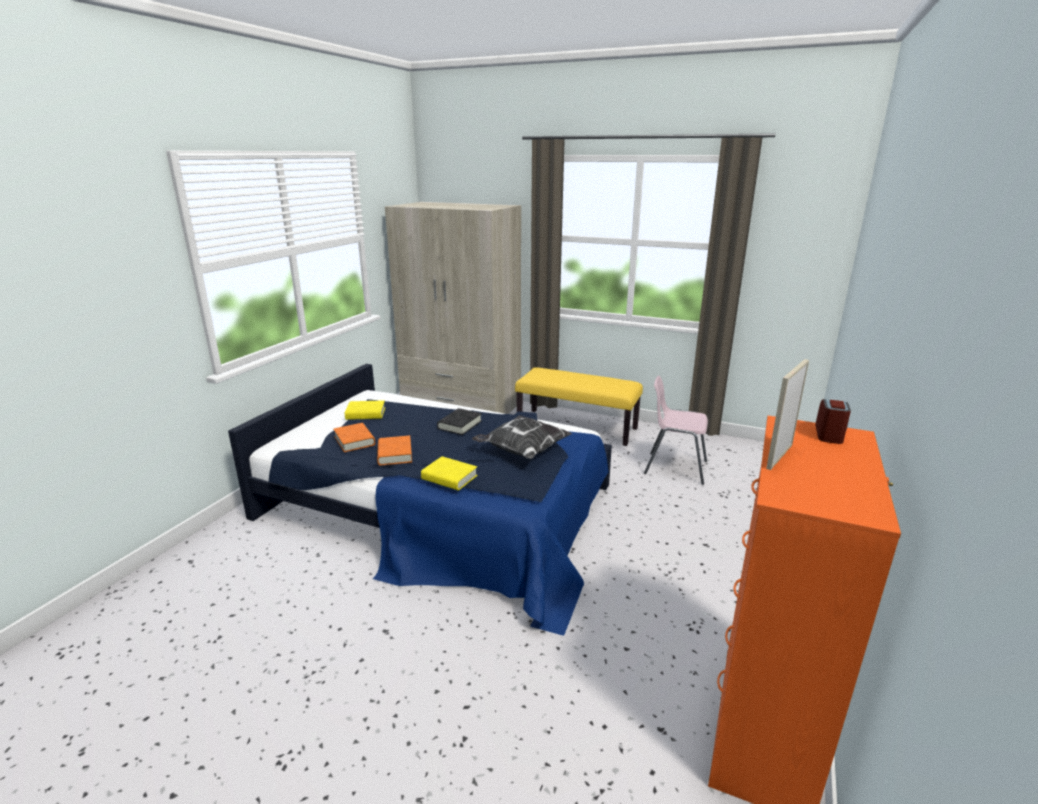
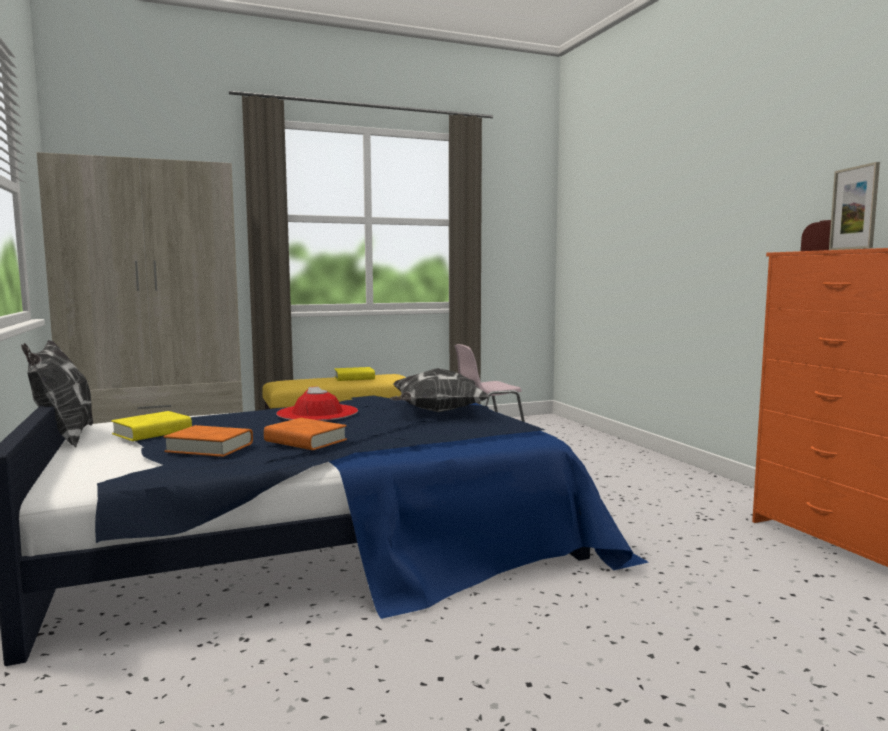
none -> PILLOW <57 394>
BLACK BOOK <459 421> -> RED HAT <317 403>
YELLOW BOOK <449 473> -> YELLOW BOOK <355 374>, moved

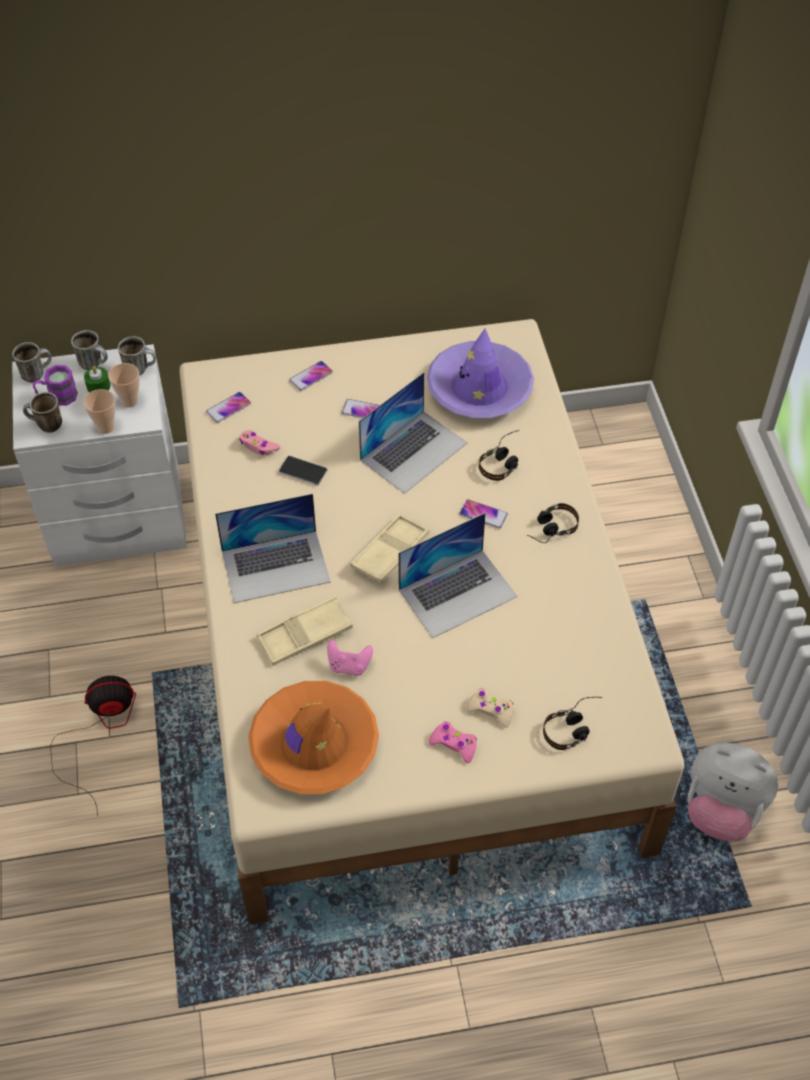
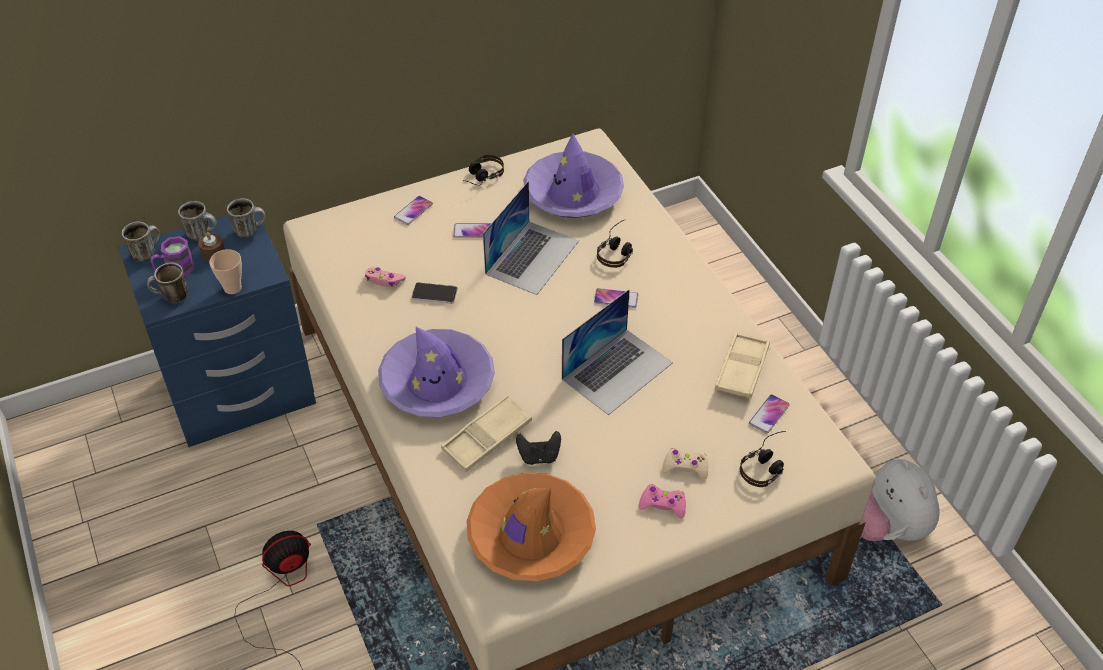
WHITE NIGHTSTAND <99 455> -> BLUE NIGHTSTAND <217 329>
GREEN CANDLE <97 379> -> BROWN CANDLE <211 246>
LAPTOP <273 548> -> PURPLE HAT <436 372>
HEADPHONES <553 523> -> HEADPHONES <483 170>, moved
PINK GAME CONTROLLER <350 658> -> BLACK GAME CONTROLLER <538 448>
BEIGE TRAY <390 548> -> BEIGE TRAY <742 365>, moved
PHONE <228 407> -> PHONE <769 414>, moved
PLUSH TOY <733 792> -> PLUSH TOY <900 500>, 60 degrees clockwise
CUP <124 385> -> none

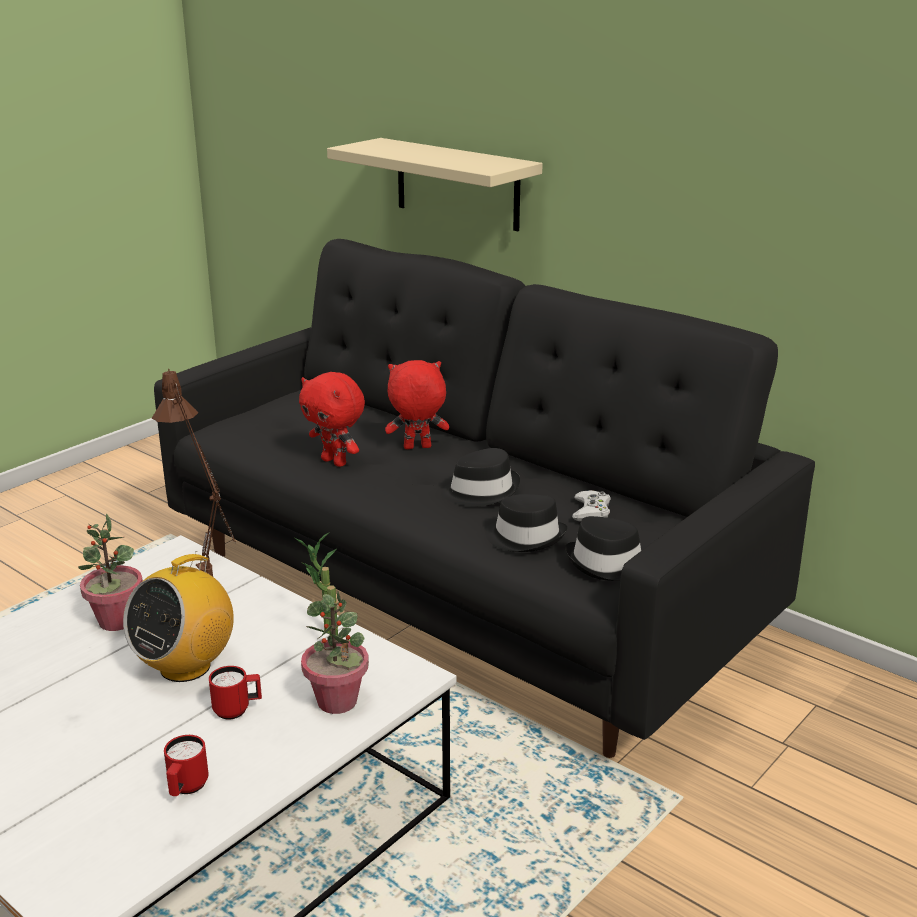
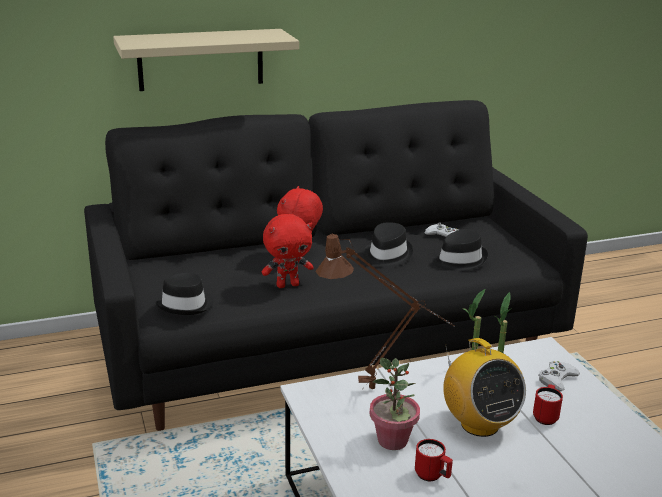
BLACK HAT <603 548> -> BLACK HAT <184 294>, moved
RED MUG <186 765> -> RED MUG <434 460>, moved
POTTED PLANT <335 653> -> WHITE GAME CONTROLLER <559 376>

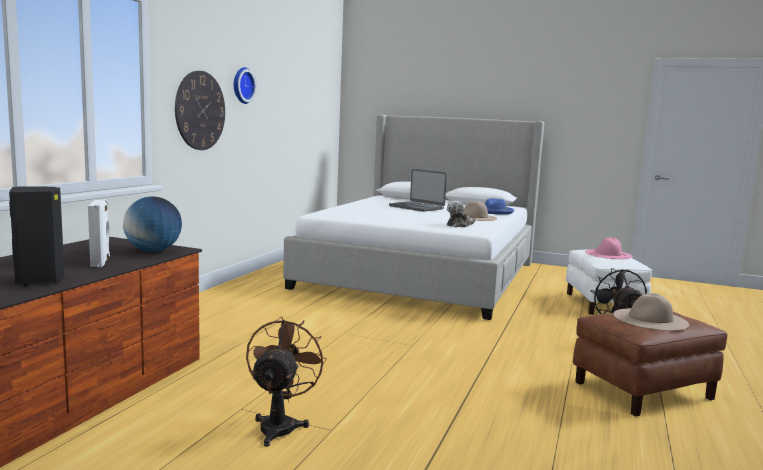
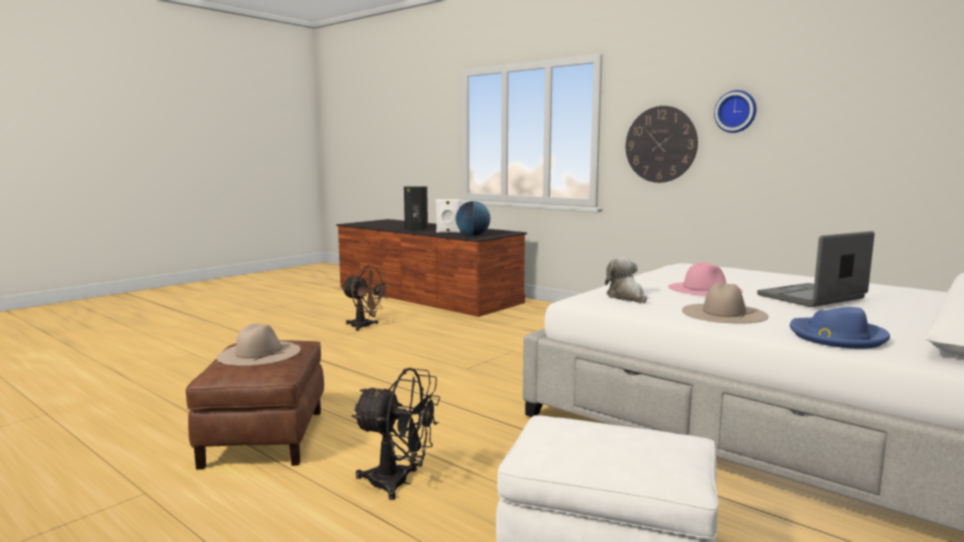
PINK HAT <609 248> -> PINK HAT <705 279>, moved

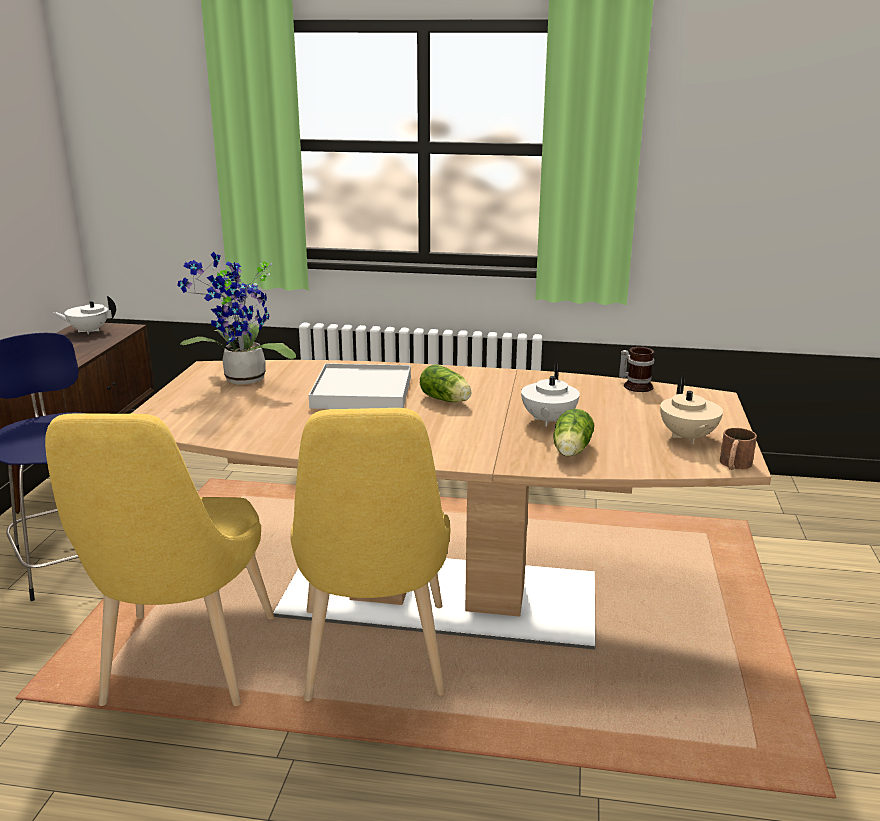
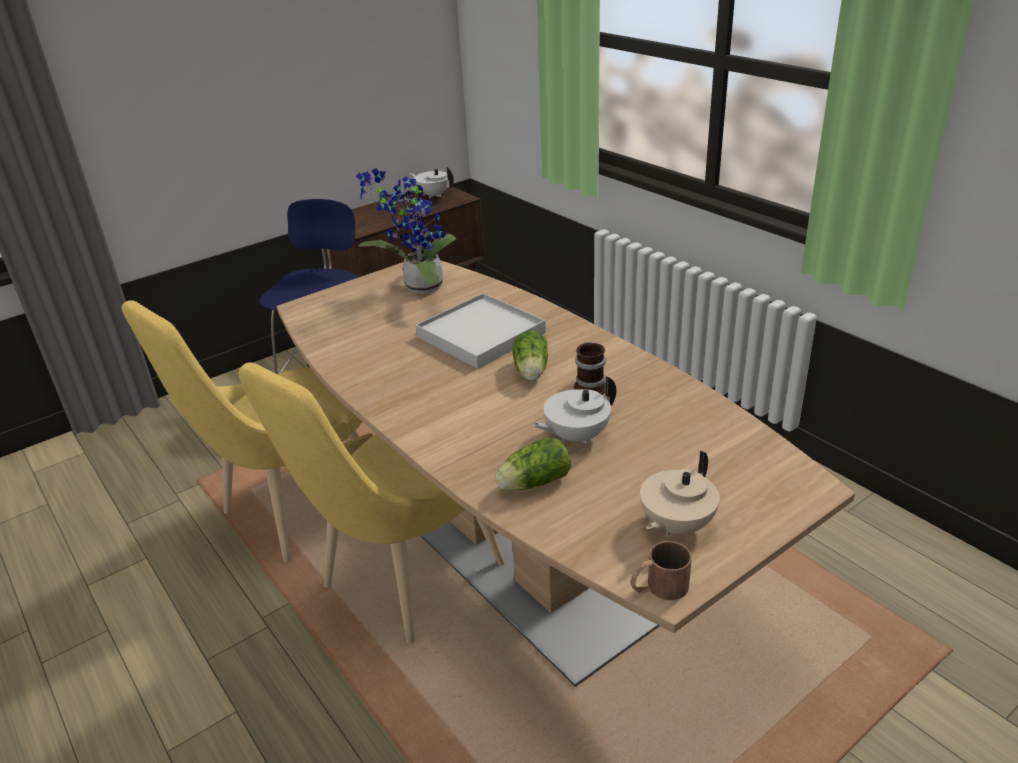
MUG <637 369> -> MUG <590 368>, moved

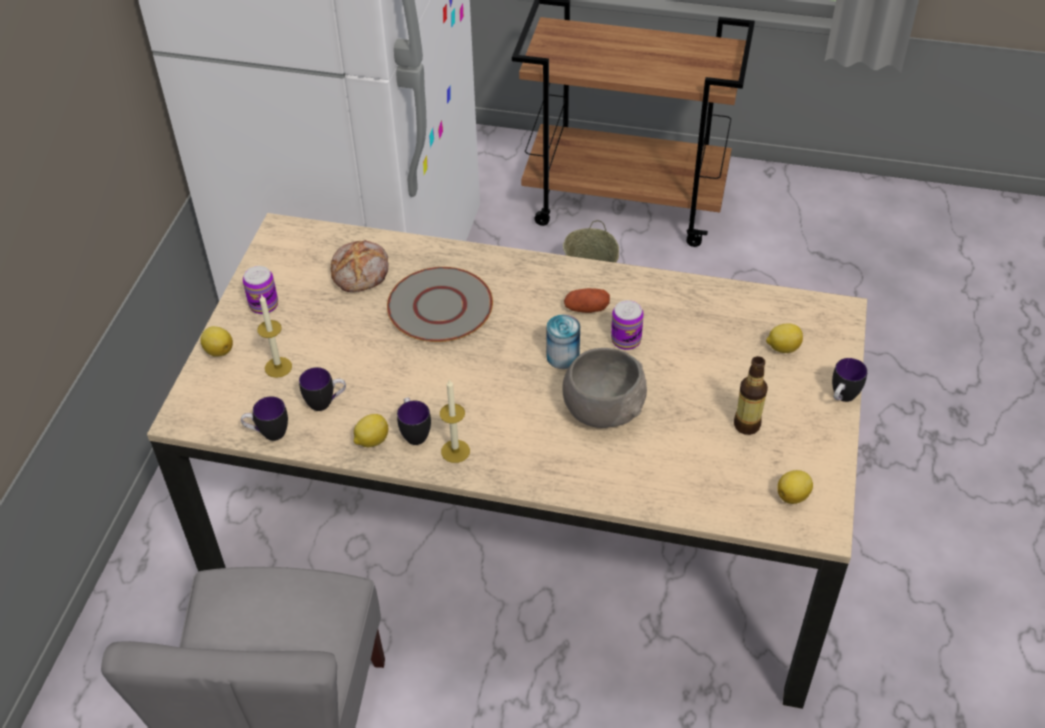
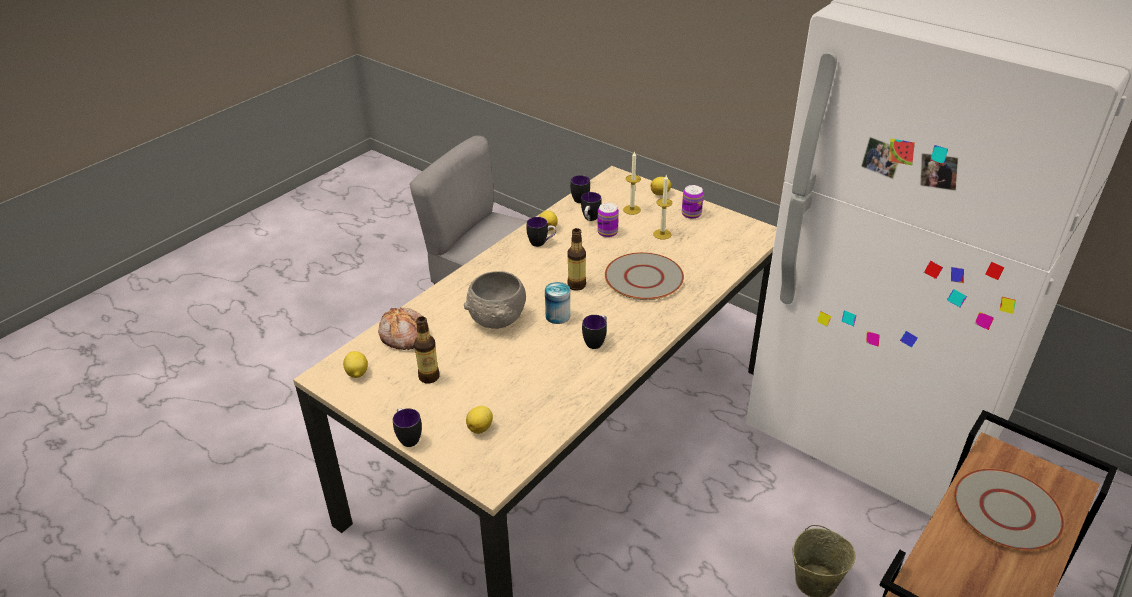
BREAD <360 266> -> BREAD <403 328>, moved
none -> BOTTLE <576 259>
POTATO <587 300> -> MUG <594 332>
CAN <627 325> -> CAN <608 220>, moved
CANDLE <455 421> -> CANDLE <662 207>, moved
none -> GREY PLATE <1009 510>

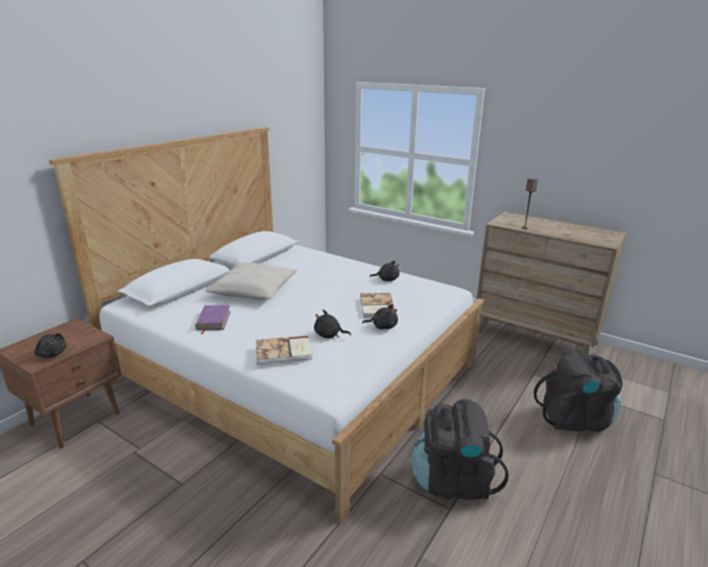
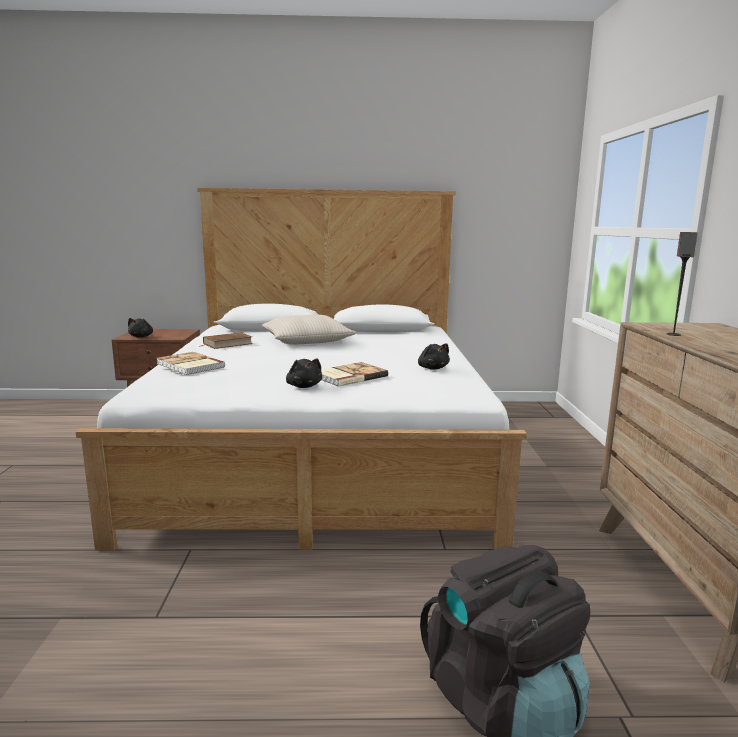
PURPLE BOOK <213 319> -> BROWN BOOK <227 340>
BLACK PLUSH TOY <332 324> -> none
BLACK BACKPACK <459 449> -> none

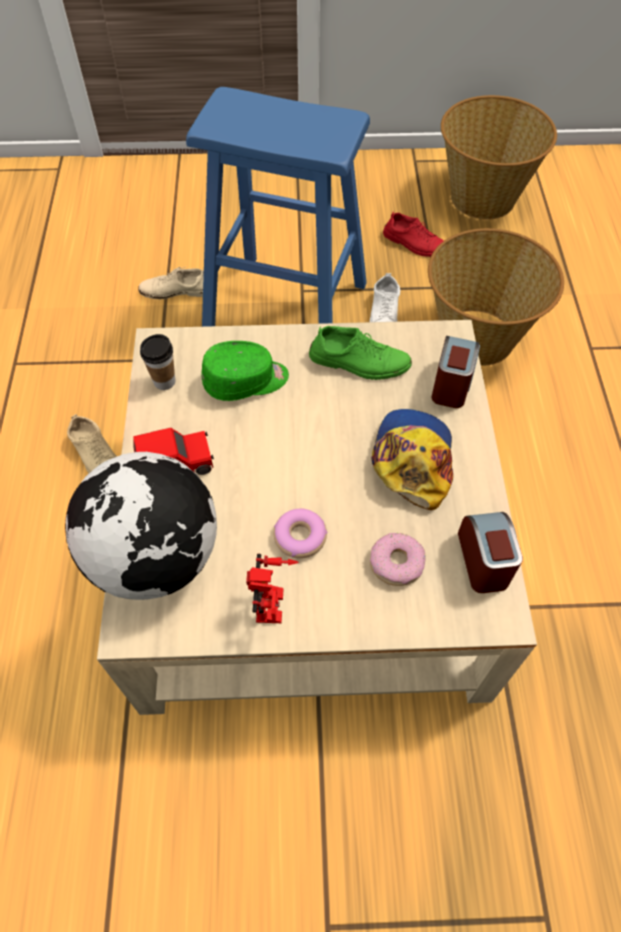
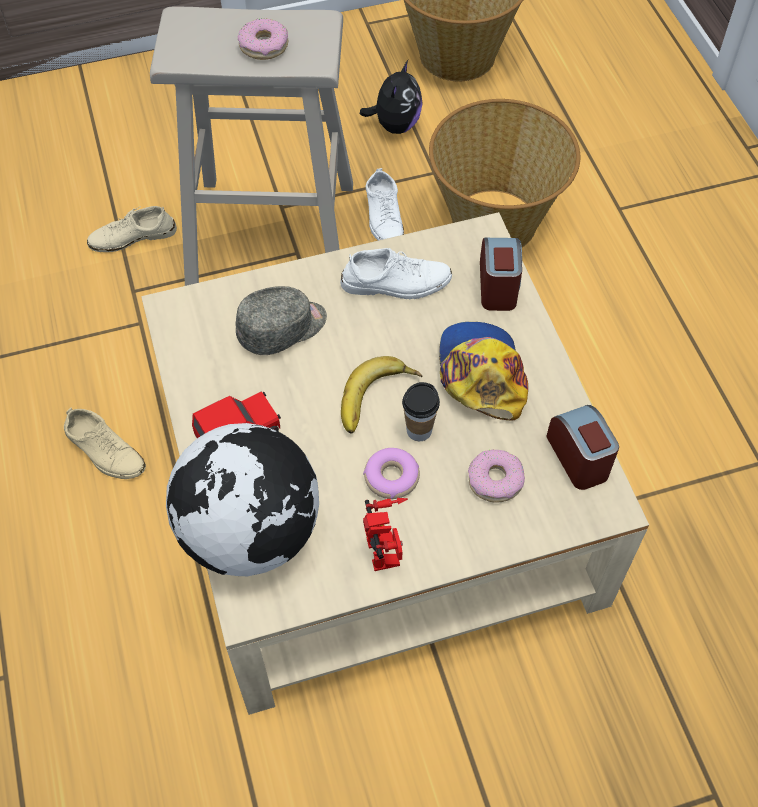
BLUE STOOL <278 207> -> BEIGE STOOL <251 146>
GREEN CAP <245 371> -> GREY CAP <281 320>
none -> DONUT <263 39>
GREEN SHOE <360 353> -> WHITE SHOE <396 273>
none -> BANANA <381 395>
RED SHOE <413 234> -> PLUSH TOY <391 97>
CUP <157 362> -> CUP <421 411>, moved

